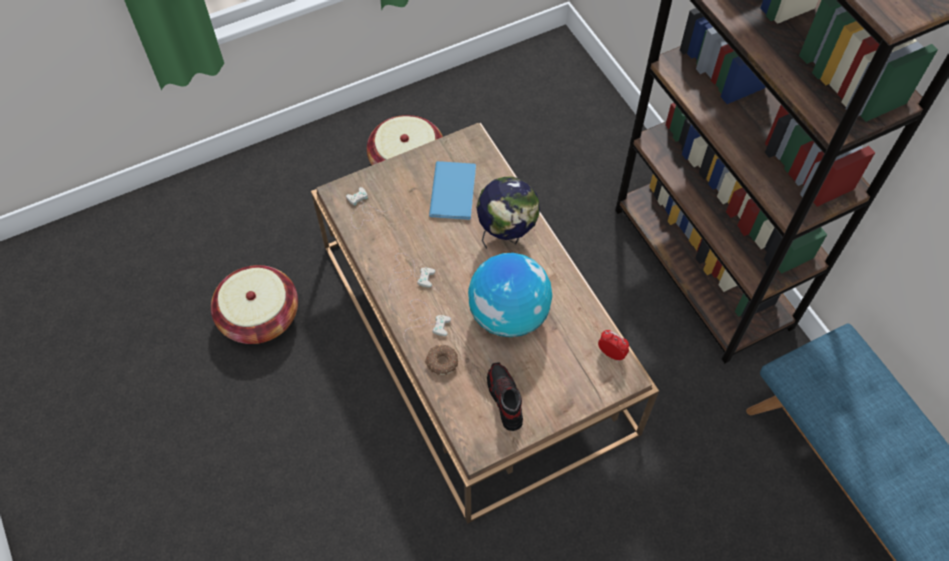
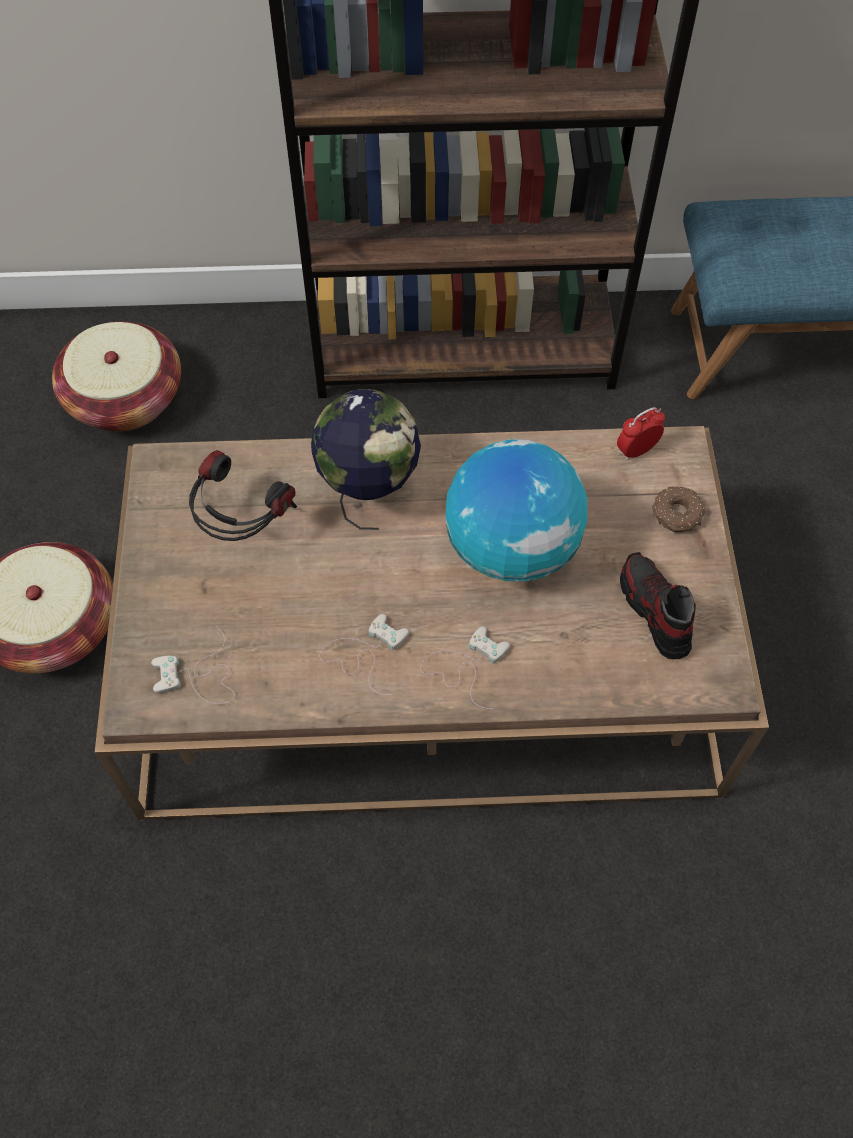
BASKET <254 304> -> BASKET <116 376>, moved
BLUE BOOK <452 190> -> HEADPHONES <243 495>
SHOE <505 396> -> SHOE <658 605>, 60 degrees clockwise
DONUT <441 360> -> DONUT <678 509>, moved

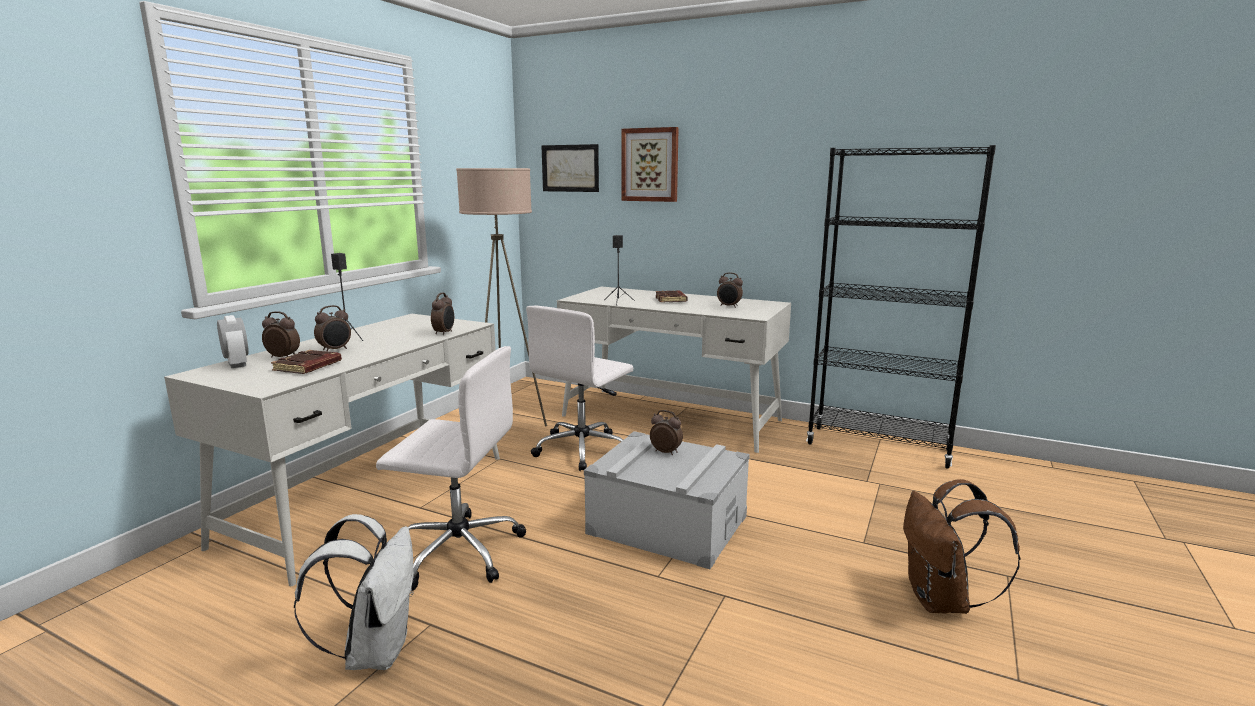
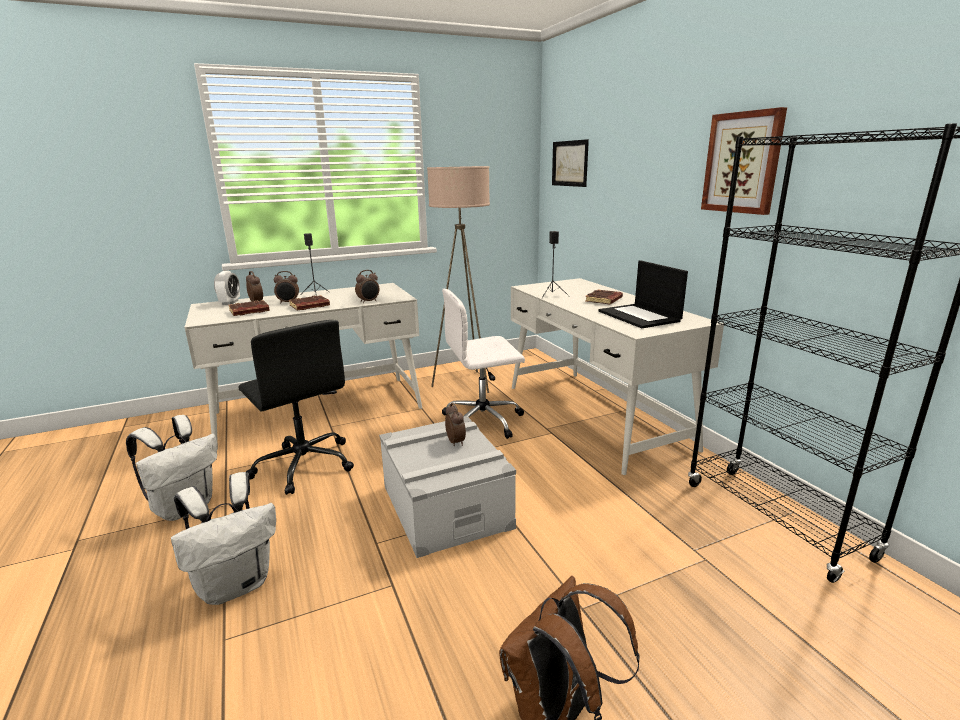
none -> WHITE BACKPACK <223 538>
WHITE OFFICE CHAIR <451 468> -> BLACK OFFICE CHAIR <296 407>
none -> BROWN BOOK <309 302>
ALARM CLOCK <730 290> -> LAPTOP <643 294>
PICTURE <650 164> -> PICTURE <744 161>, moved

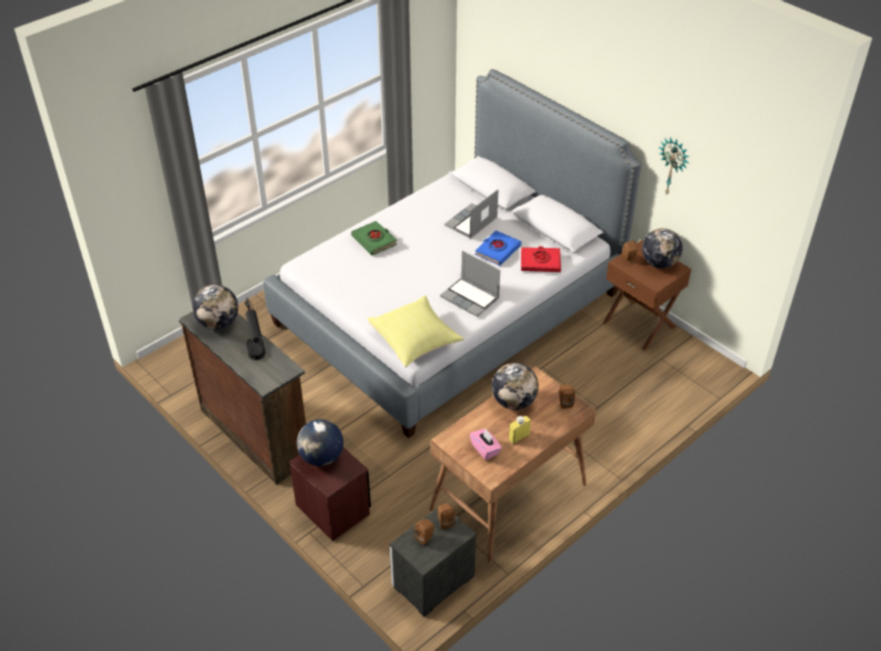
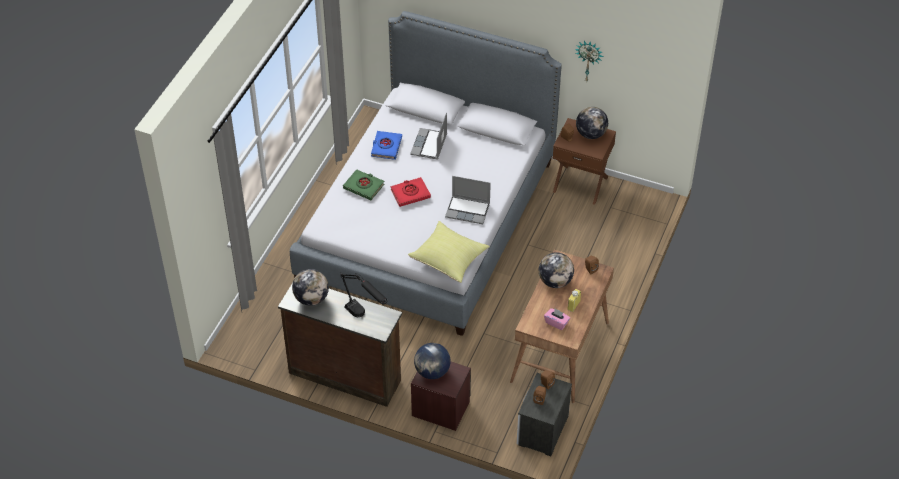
BLUE BOOK <498 248> -> BLUE BOOK <386 145>, moved
RED BOOK <541 259> -> RED BOOK <411 192>, moved

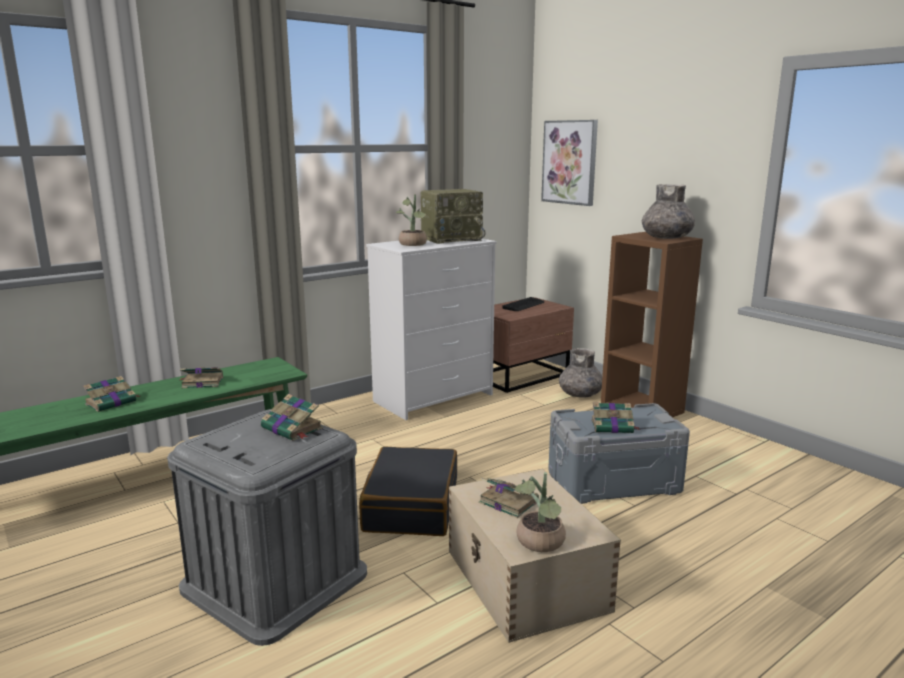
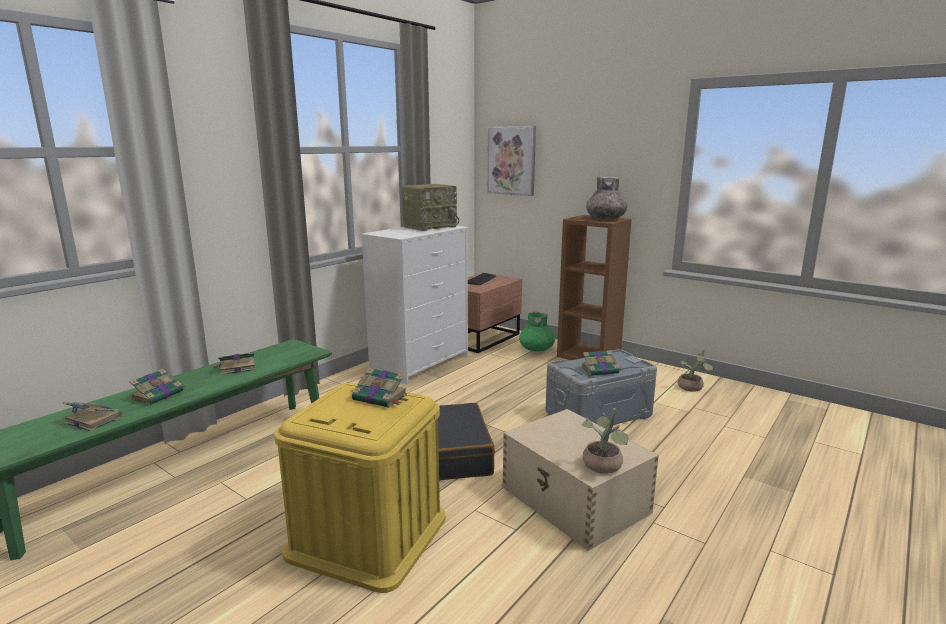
BOOK <509 498> -> BOOK <92 417>, moved
GREY STORAGE BOX <267 527> -> YELLOW STORAGE BOX <360 488>
GREY VASE <580 372> -> GREEN VASE <537 331>
POTTED PLANT <411 220> -> POTTED PLANT <695 371>, moved

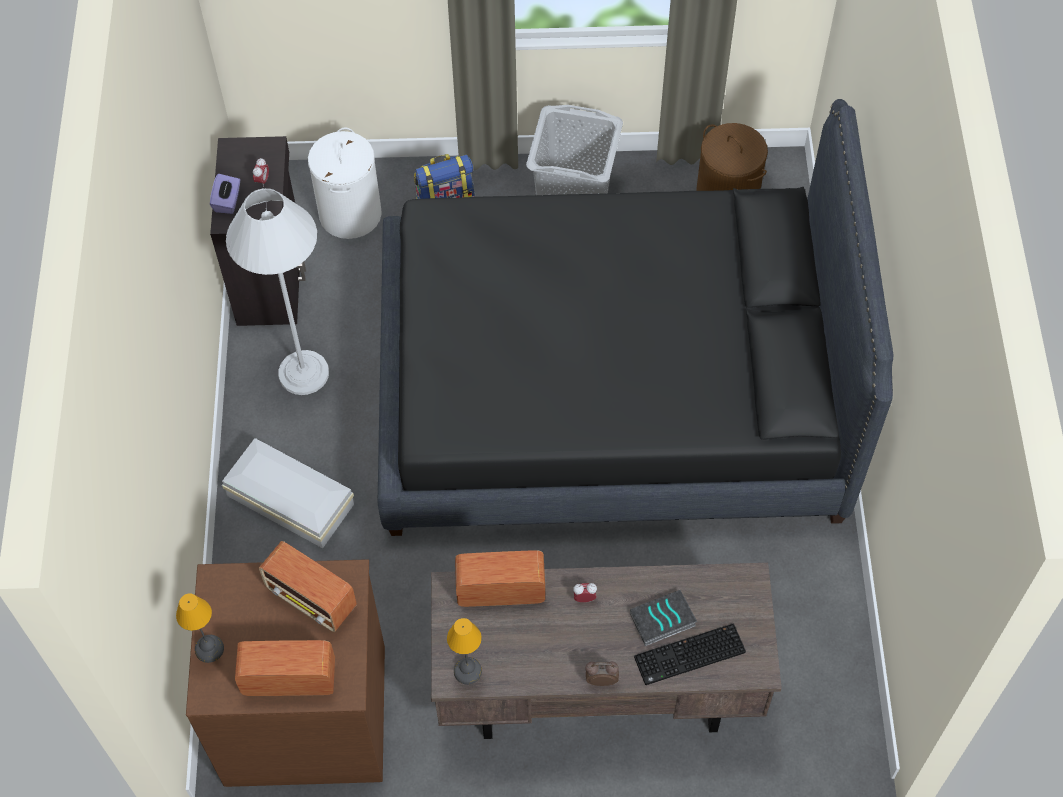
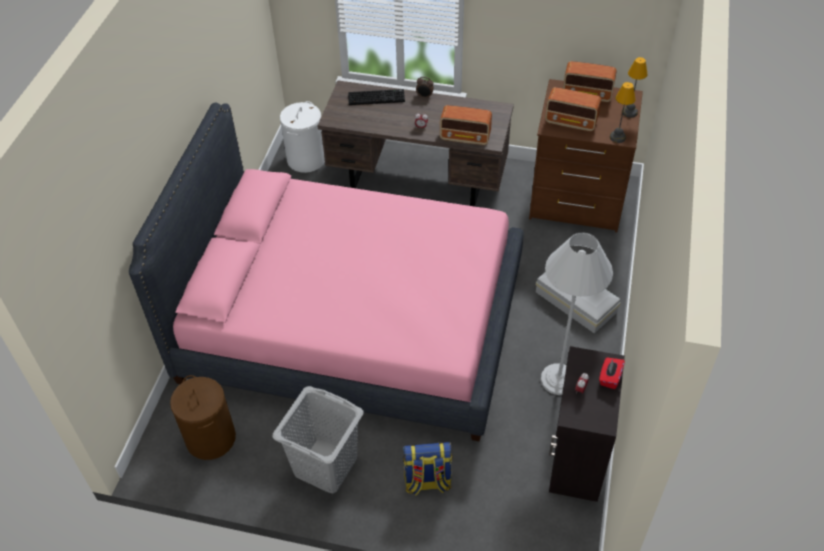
BLACK BED <635 317> -> PINK BED <326 272>
WHITE LAUNDRY BASKET <345 183> -> WHITE LAUNDRY BASKET <302 137>, moved
RADIO <308 586> -> RADIO <573 109>, 150 degrees clockwise
PURPLE TISSUE BOX <225 194> -> RED TISSUE BOX <612 373>
TABLE LAMP <464 651> -> TABLE LAMP <623 112>, moved
BOOK <663 618> -> none

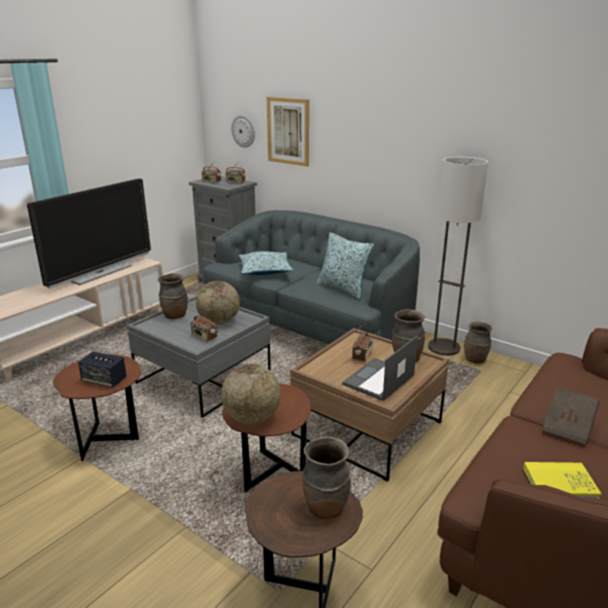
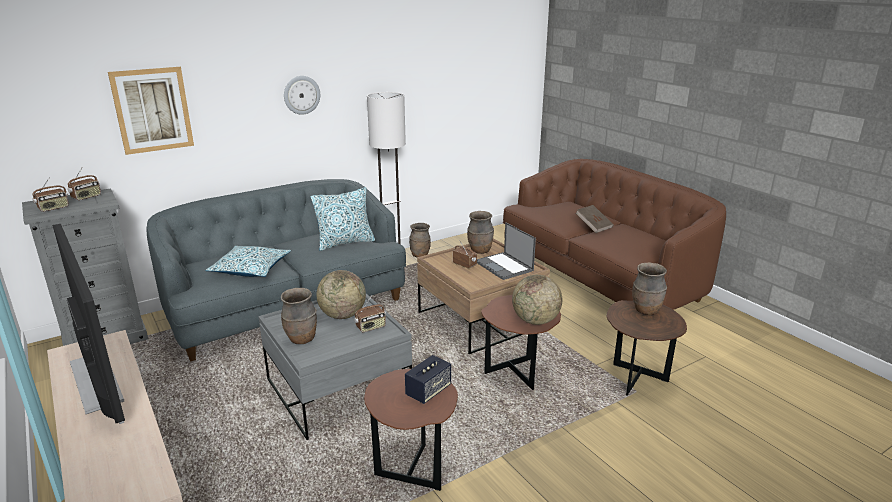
WALL CLOCK <243 131> -> WALL CLOCK <302 95>, moved
YELLOW BOOK <562 480> -> none

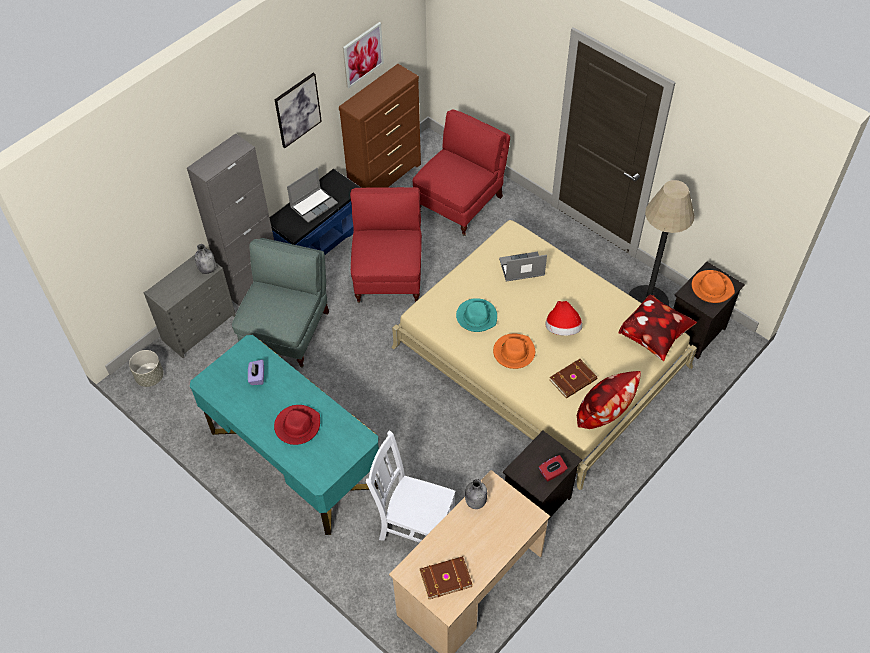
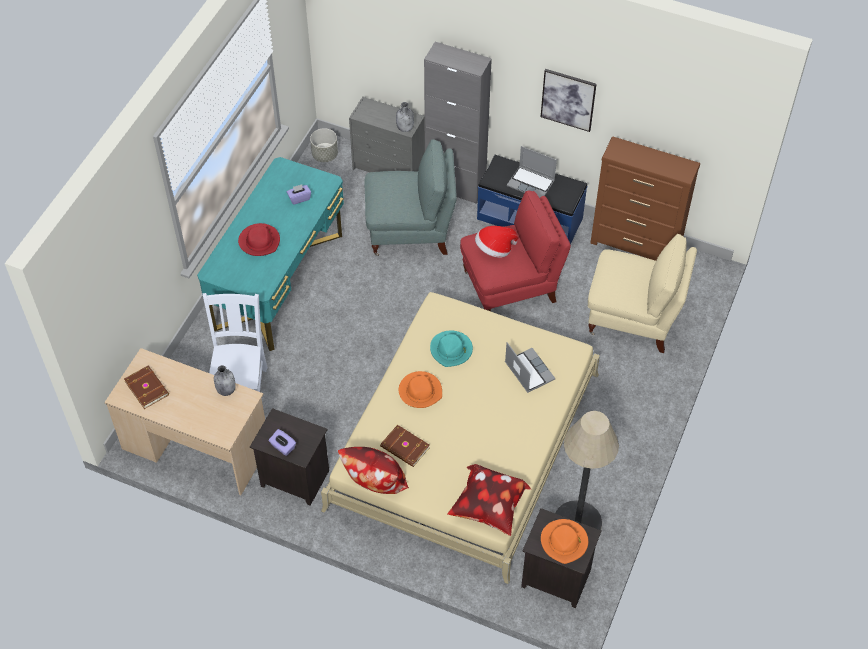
RED TISSUE BOX <553 468> -> PURPLE TISSUE BOX <282 442>
HAT <564 318> -> HAT <496 242>, moved
RED ARMCHAIR <461 172> -> BEIGE ARMCHAIR <642 293>
PICTURE <363 55> -> none

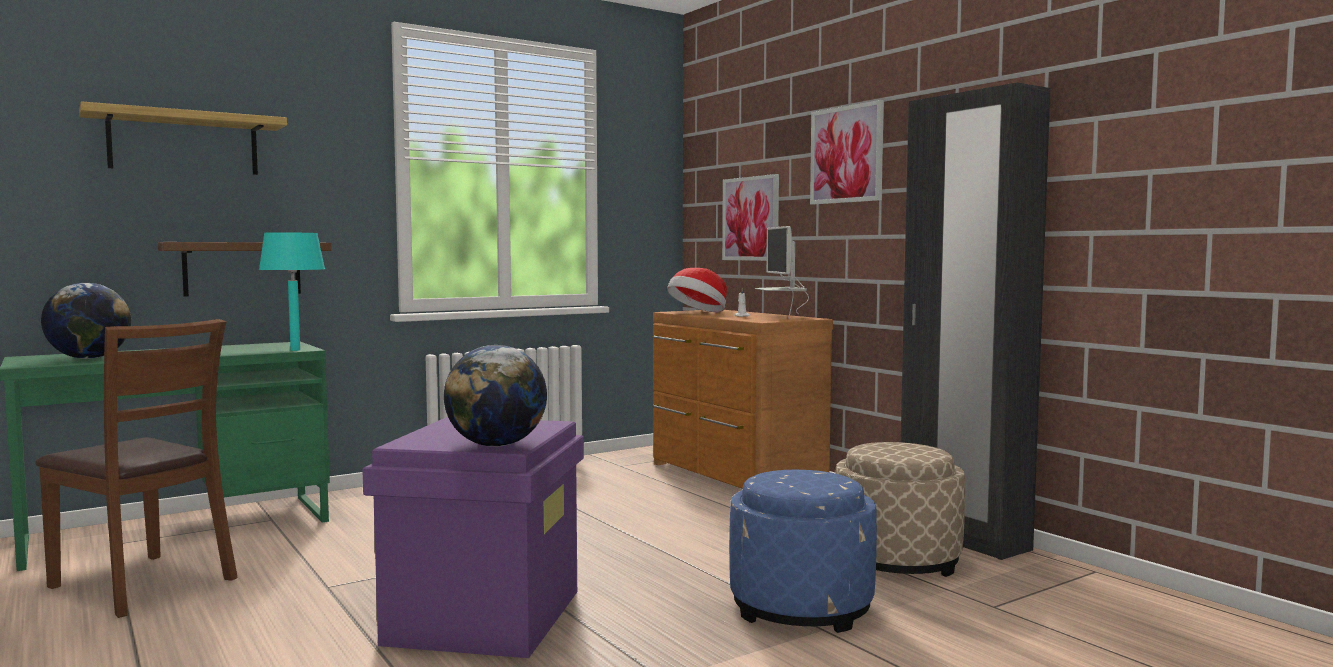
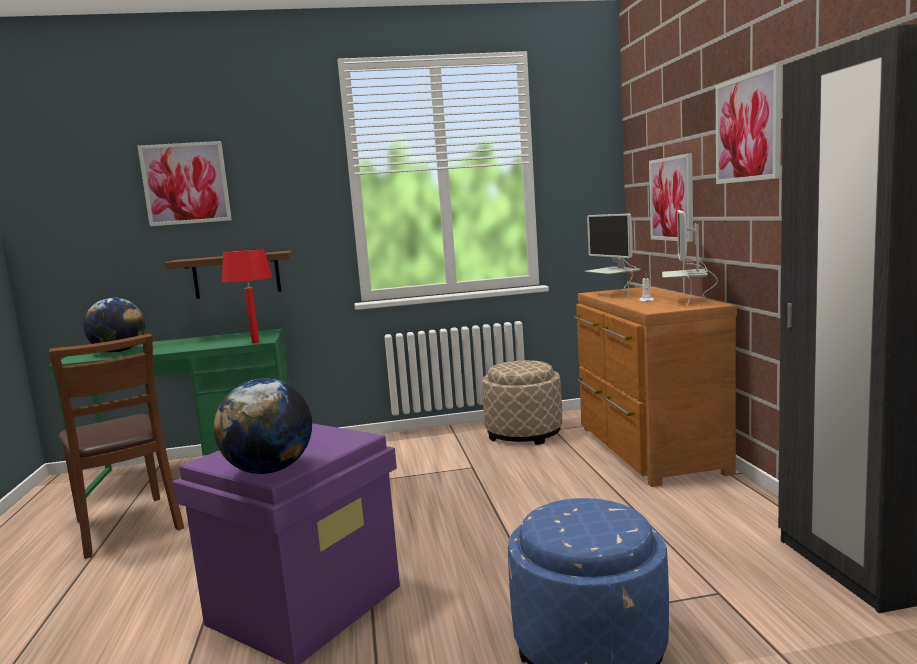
SHELF <183 138> -> PICTURE <185 183>
TURQUOISE TABLE LAMP <292 291> -> RED TABLE LAMP <247 296>
BEIGE OTTOMAN <900 509> -> BEIGE OTTOMAN <522 402>, moved
HAT <697 290> -> MONITOR <612 255>

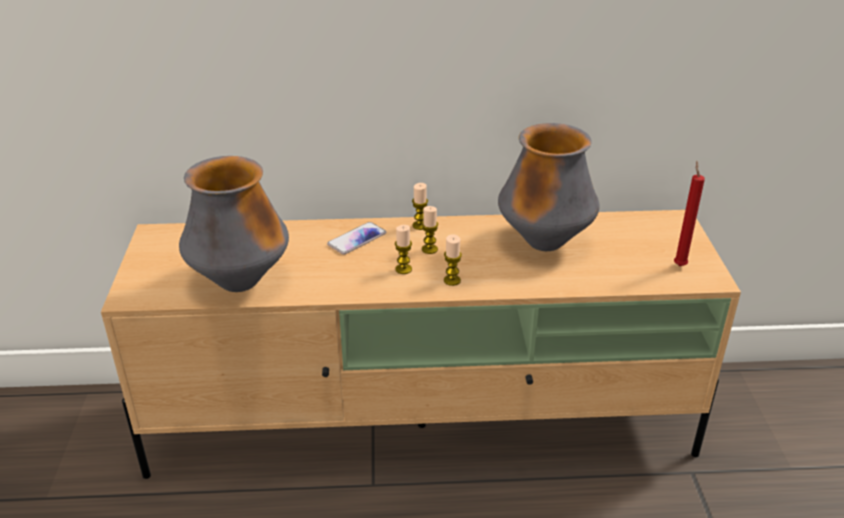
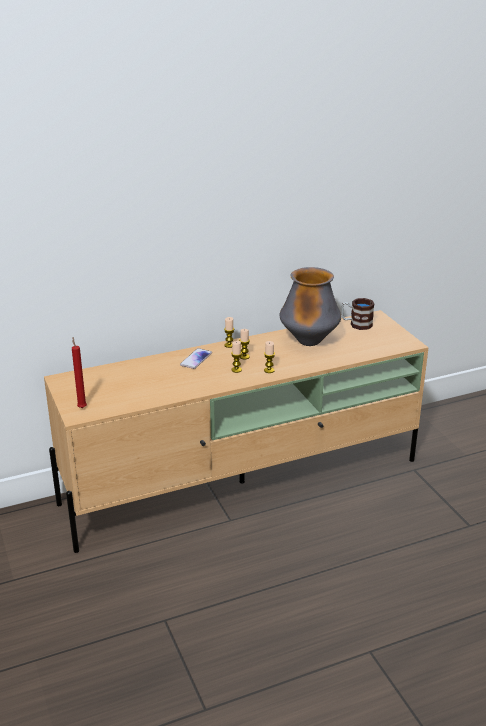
RED CANDLE <689 213> -> RED CANDLE <79 372>, moved
none -> MUG <358 314>
VASE <234 224> -> none

